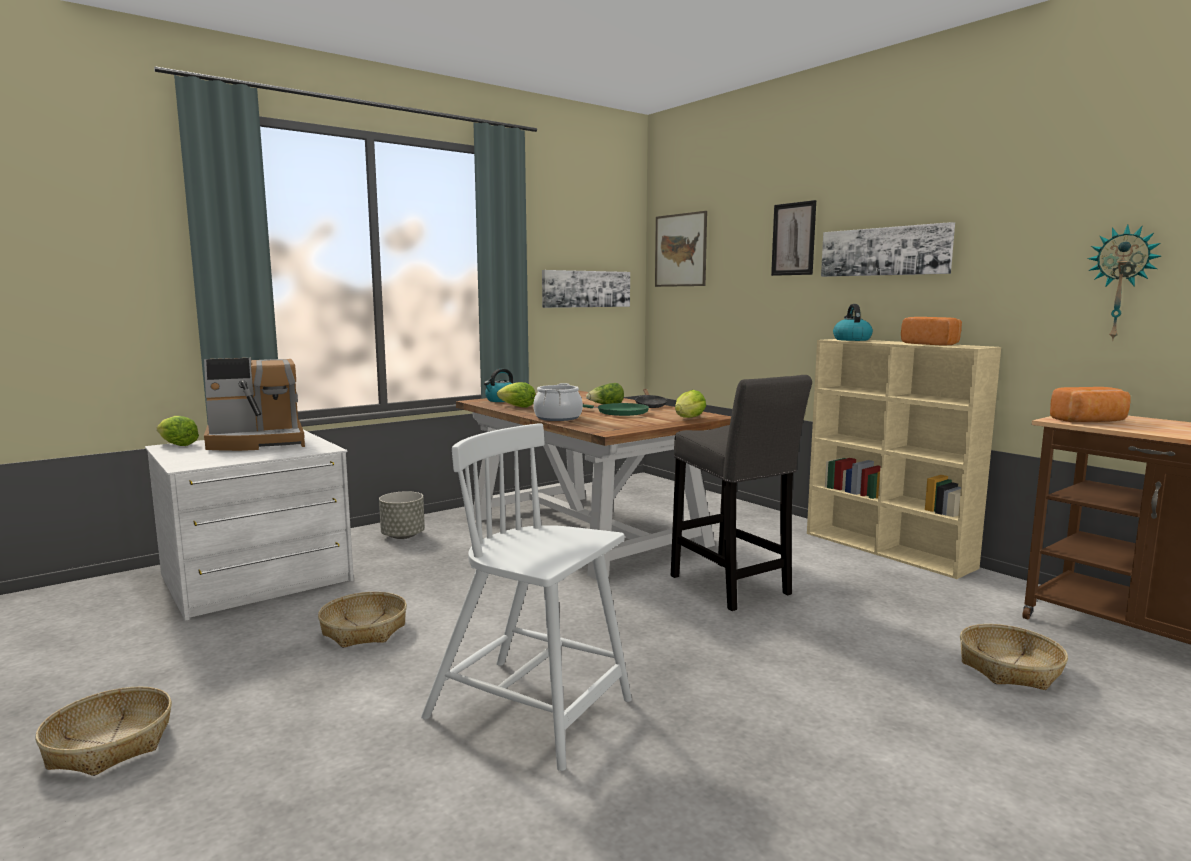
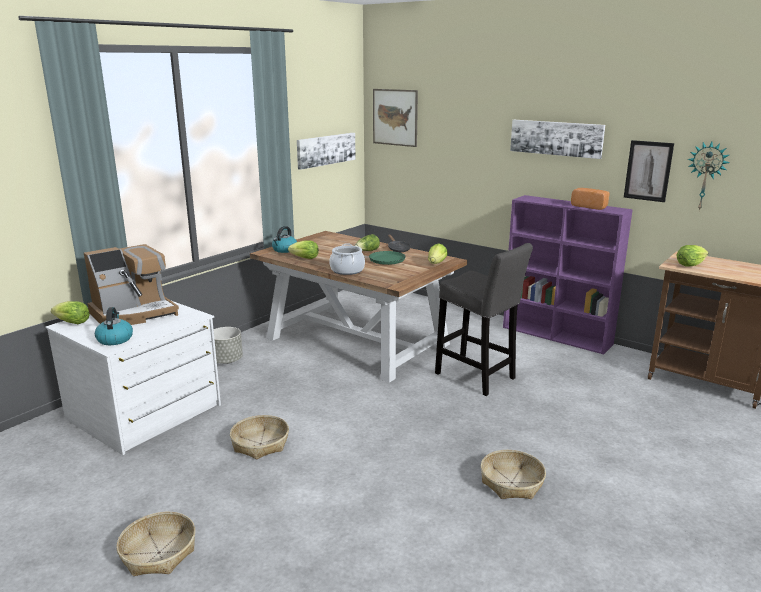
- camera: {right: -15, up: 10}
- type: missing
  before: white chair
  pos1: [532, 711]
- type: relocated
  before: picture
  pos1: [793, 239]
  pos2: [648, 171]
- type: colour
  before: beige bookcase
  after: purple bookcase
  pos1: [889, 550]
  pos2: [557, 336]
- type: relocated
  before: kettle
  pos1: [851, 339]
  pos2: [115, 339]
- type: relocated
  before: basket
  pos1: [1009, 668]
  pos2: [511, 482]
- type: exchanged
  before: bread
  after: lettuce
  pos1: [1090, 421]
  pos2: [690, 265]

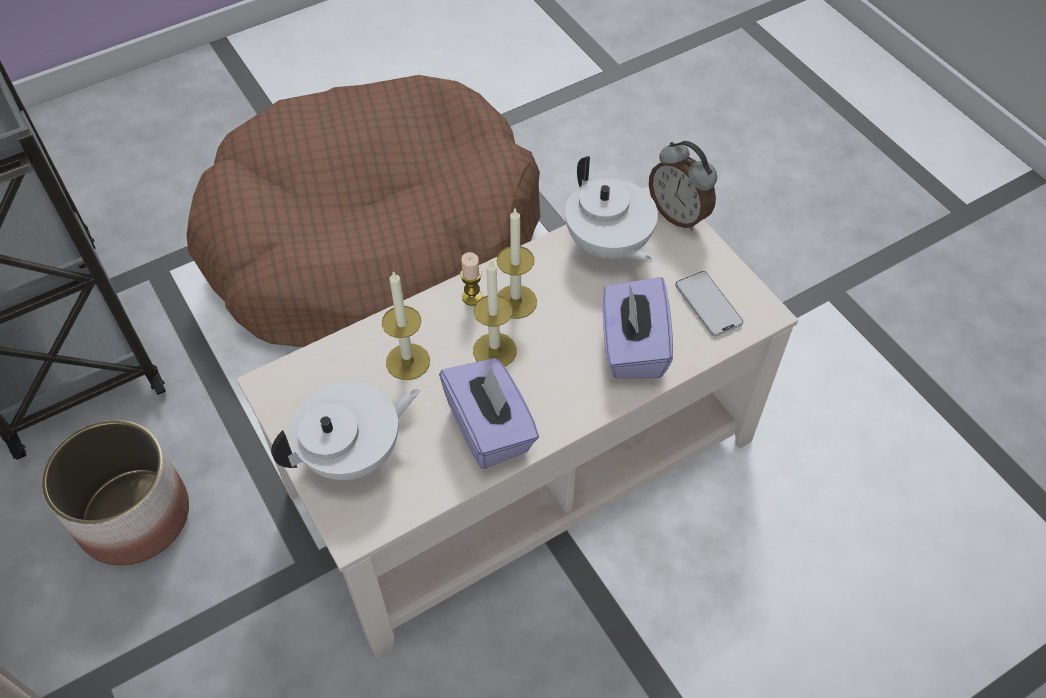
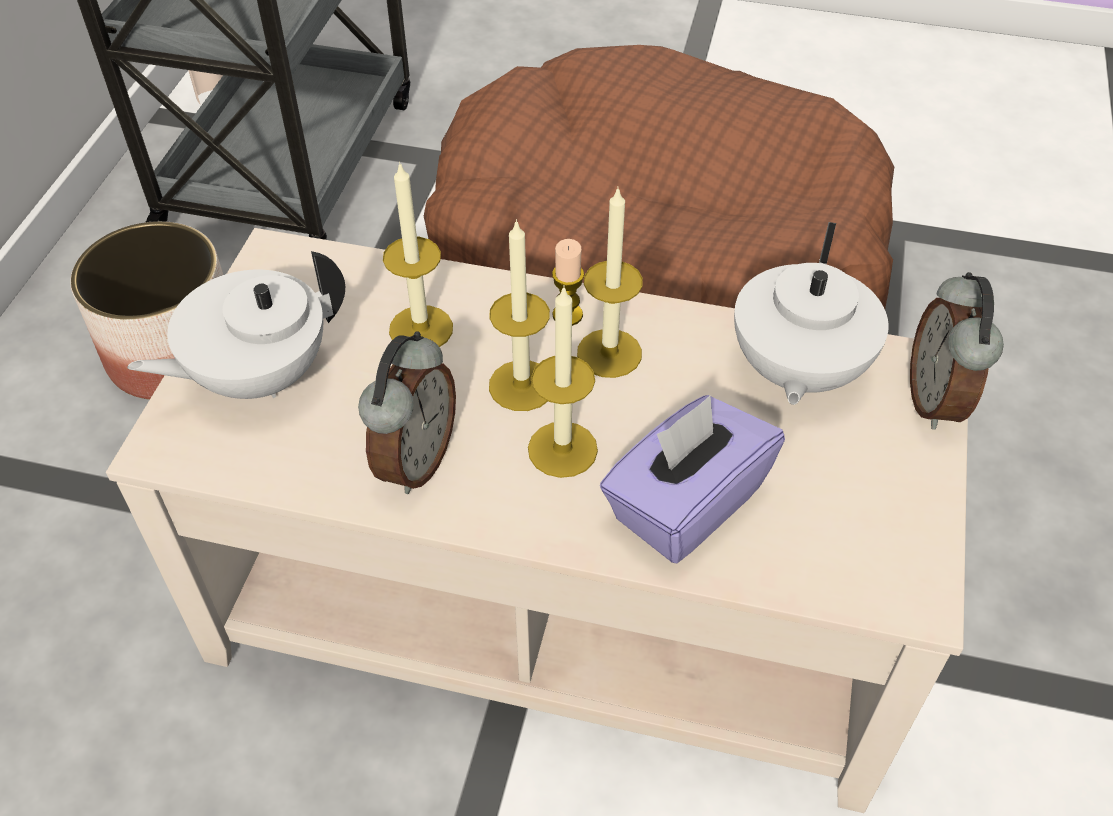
- camera: {right: 45, up: -5}
- type: spun
  before: white teapot
  pos1: [354, 454]
  pos2: [258, 375]
  turn: 135
- type: exchanged
  before: purple tissue box
  after: alarm clock
  pos1: [490, 428]
  pos2: [414, 460]
- type: missing
  before: phone
  pos1: [708, 304]
- type: appeared
  after: candle
  pos2: [562, 449]

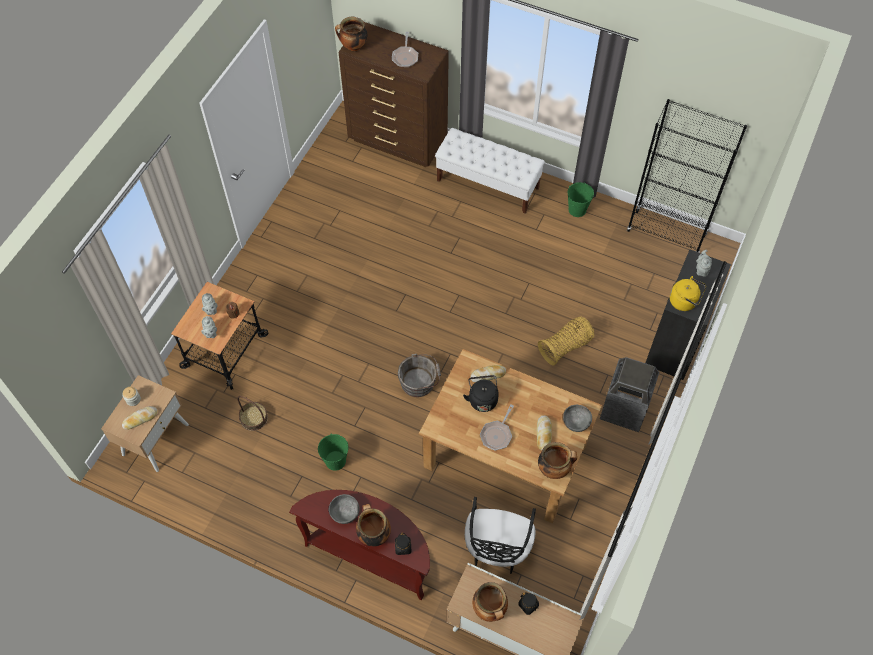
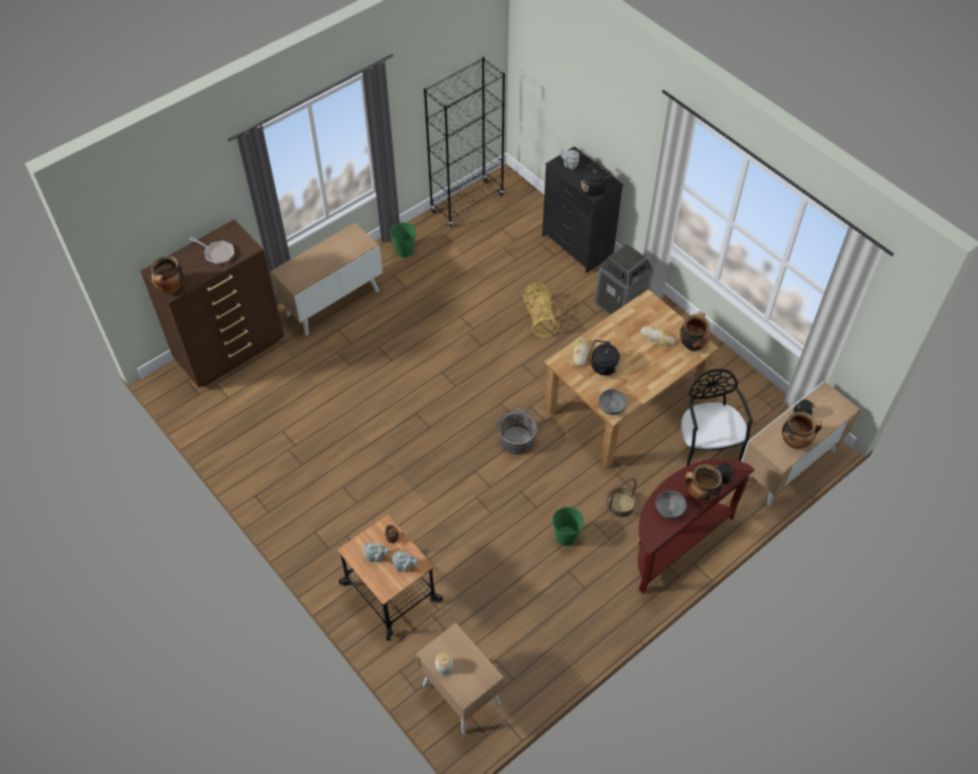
- camera: {right: -65, up: -5}
- type: missing
  before: bread
  pos1: [140, 419]
- type: relocated
  before: basket
  pos1: [254, 418]
  pos2: [620, 505]
- type: exchanged
  before: white bench
  after: cabinet
  pos1: [488, 184]
  pos2: [333, 302]
- type: spun
  before: black chair
  pos1: [496, 548]
  pos2: [708, 444]
  turn: -135
- type: missing
  before: frying pan
  pos1: [497, 434]
- type: relocated
  before: grey bowl
  pos1: [576, 422]
  pos2: [611, 407]
- type: colour
  before: yellow kettle
  after: black kettle
  pos1: [684, 301]
  pos2: [594, 187]

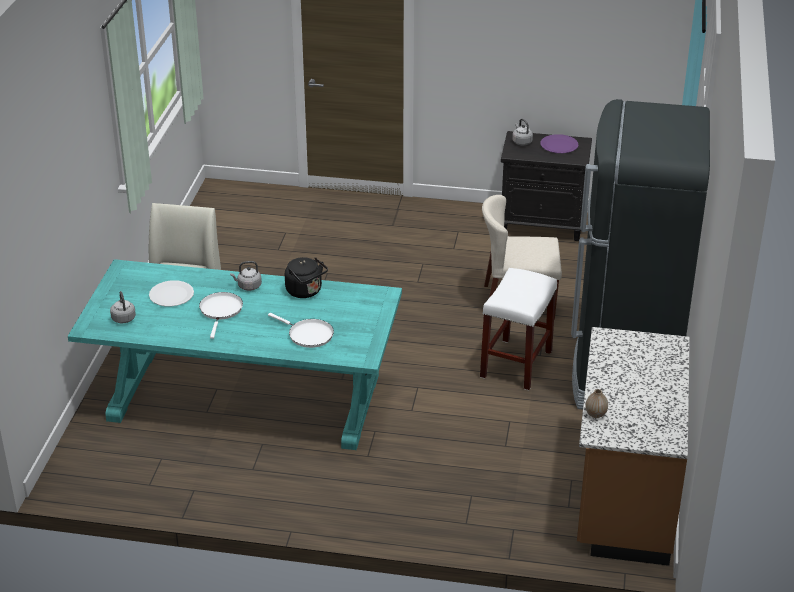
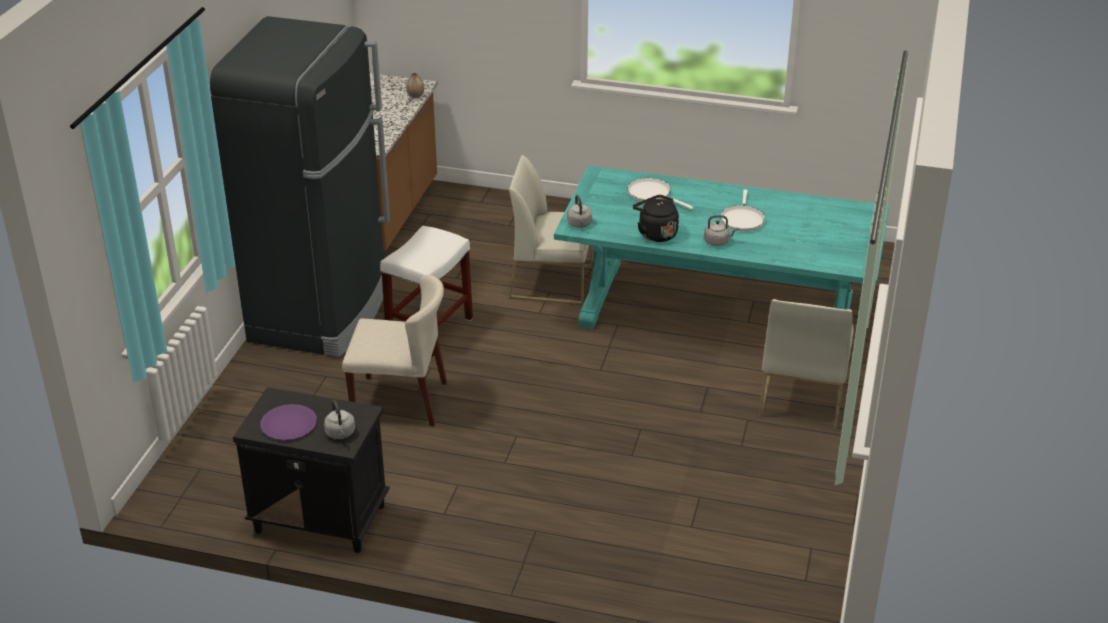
- camera: {right: -175, up: 0}
- type: relocated
  before: grey kettle
  pos1: [123, 318]
  pos2: [579, 224]
- type: missing
  before: white plate
  pos1: [171, 295]
- type: appeared
  after: white chair
  pos2: [552, 282]

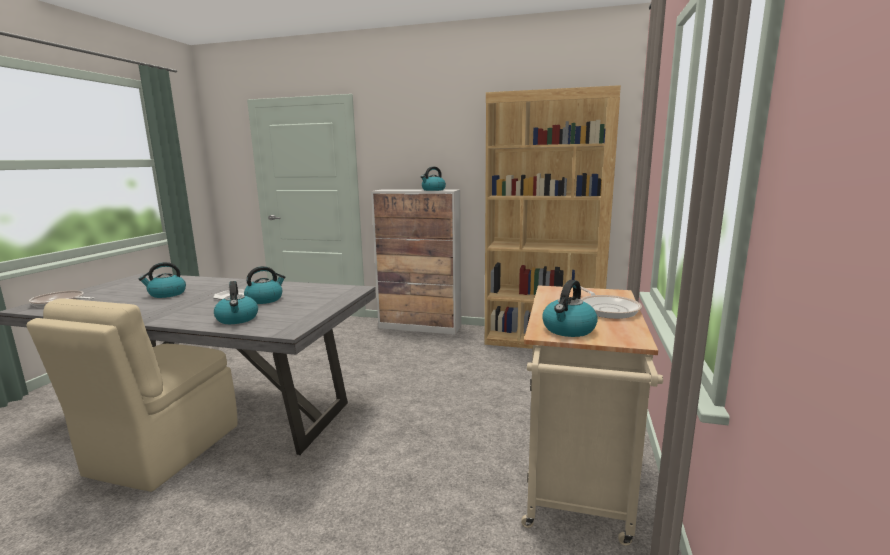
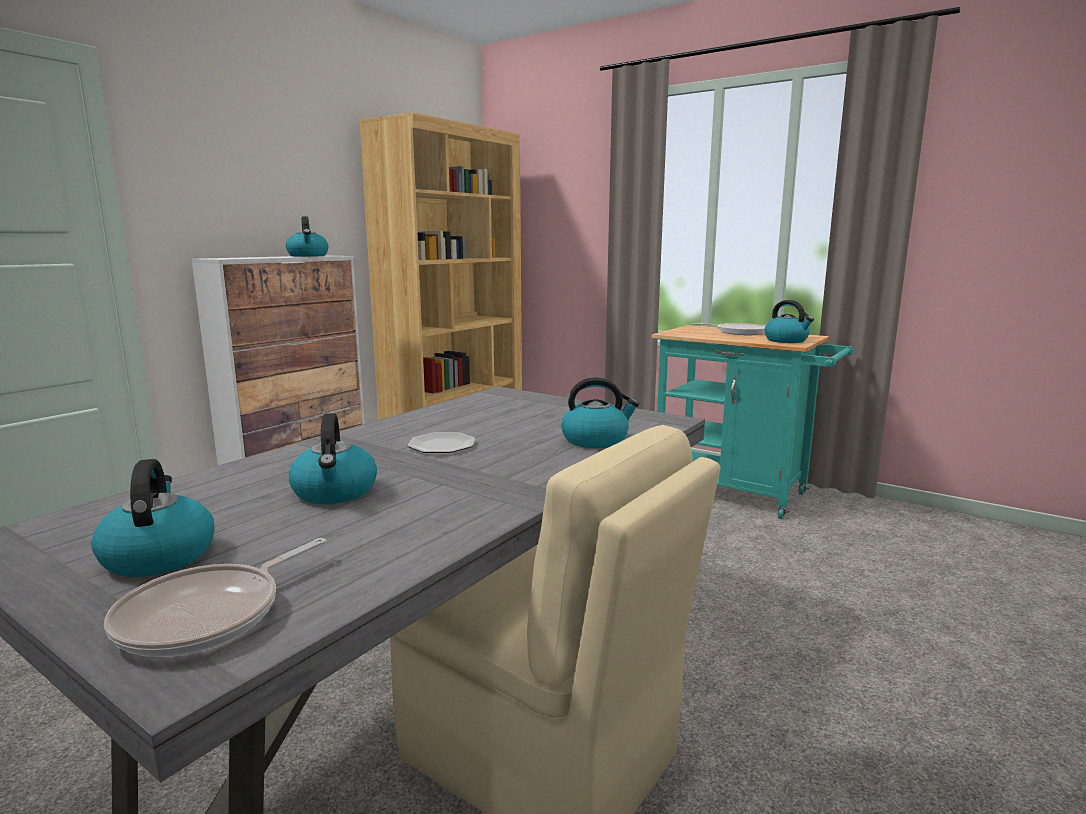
- camera: {right: -70, up: 0}
- type: relocated
  before: kettle
  pos1: [265, 299]
  pos2: [158, 556]
- type: colour
  before: beige cart
  after: turquoise cart
  pos1: [576, 489]
  pos2: [739, 493]

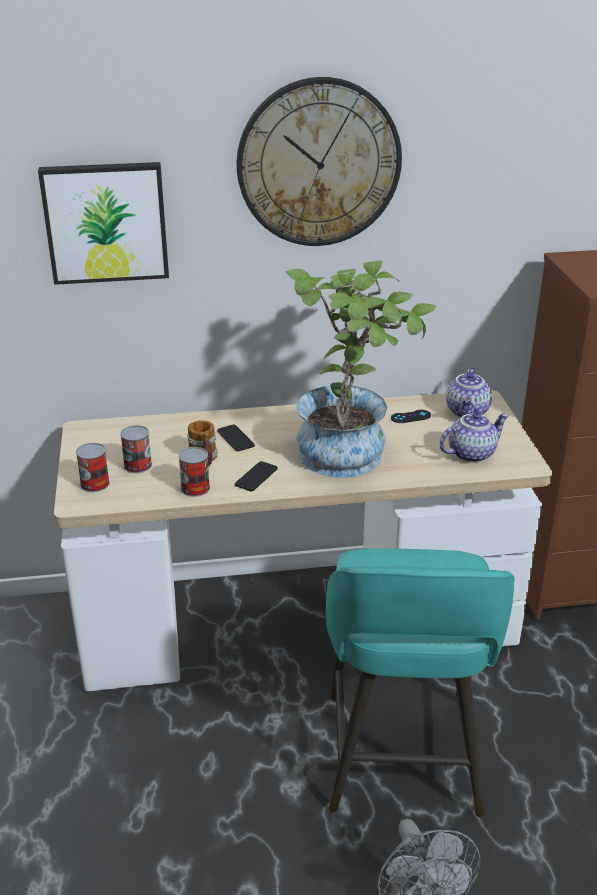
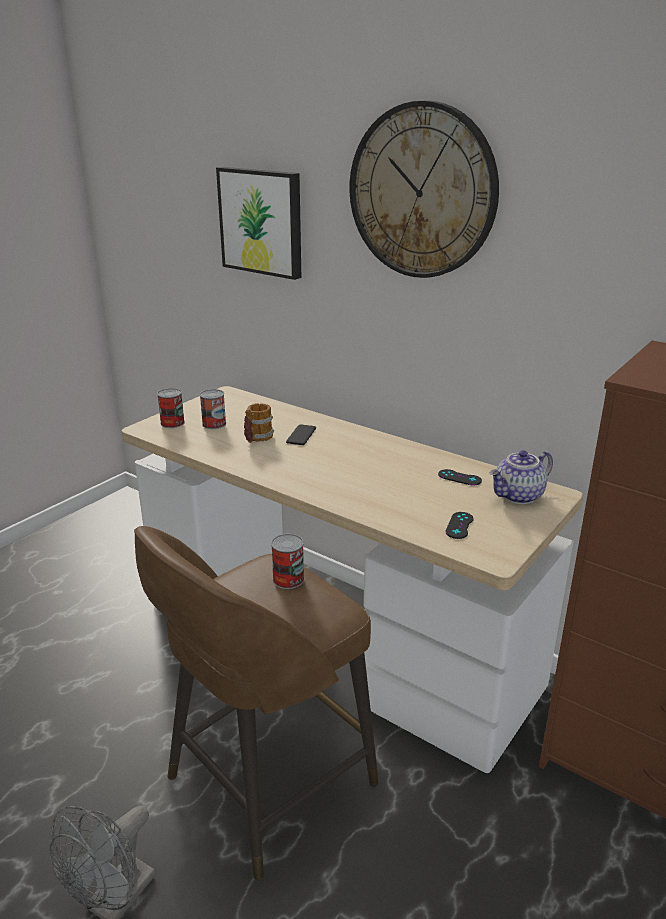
- camera: {right: 45, up: -5}
- type: relocated
  before: can
  pos1: [195, 488]
  pos2: [288, 579]
- type: missing
  before: phone
  pos1: [256, 477]
- type: missing
  before: potted plant
  pos1: [352, 451]
- type: colour
  before: turquoise stool
  after: brown stool
  pos1: [402, 758]
  pos2: [266, 783]
- type: exchanged
  before: teapot
  after: black game controller
  pos1: [471, 453]
  pos2: [459, 525]

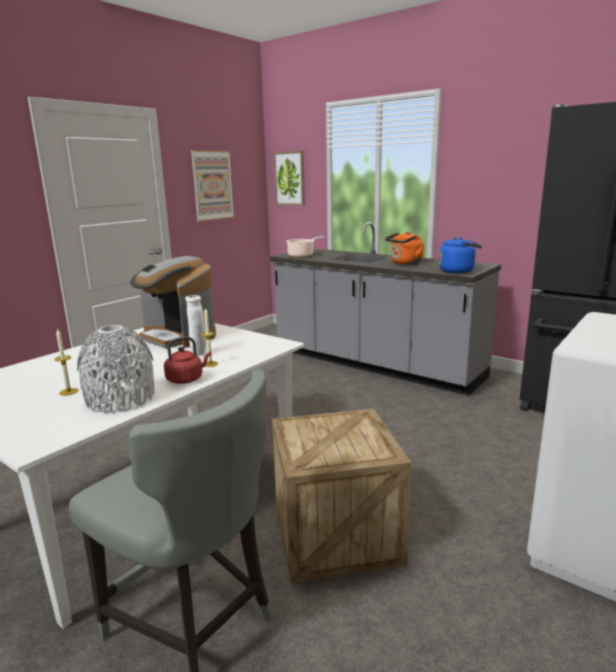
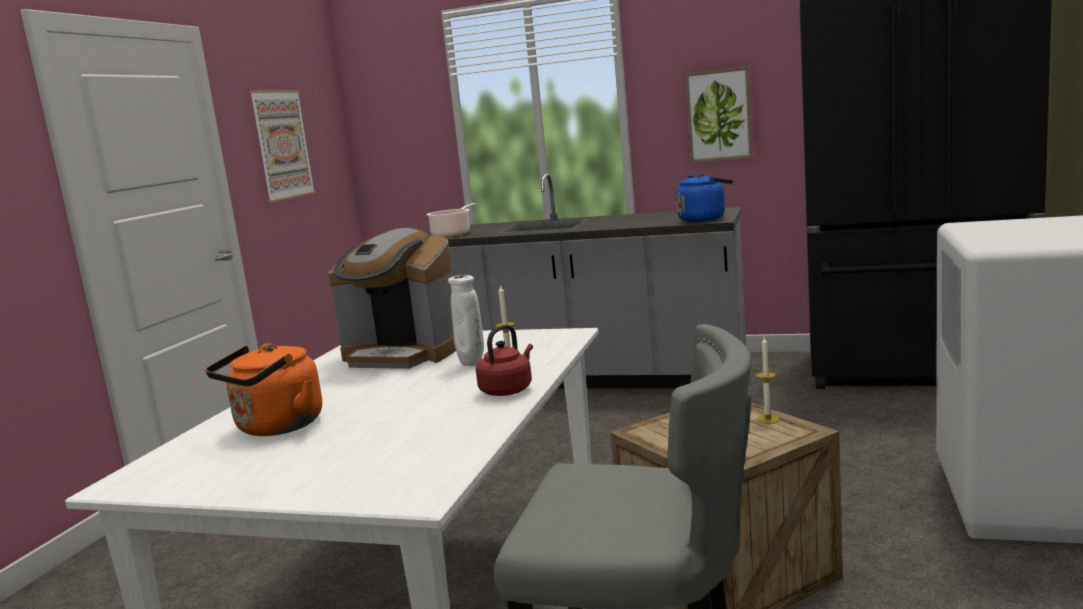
- camera: {right: -20, up: -5}
- type: relocated
  before: candle
  pos1: [68, 392]
  pos2: [767, 419]
- type: missing
  before: grey vase
  pos1: [121, 398]
- type: relocated
  before: picture
  pos1: [290, 178]
  pos2: [719, 115]
- type: relocated
  before: orange kettle
  pos1: [405, 263]
  pos2: [276, 428]

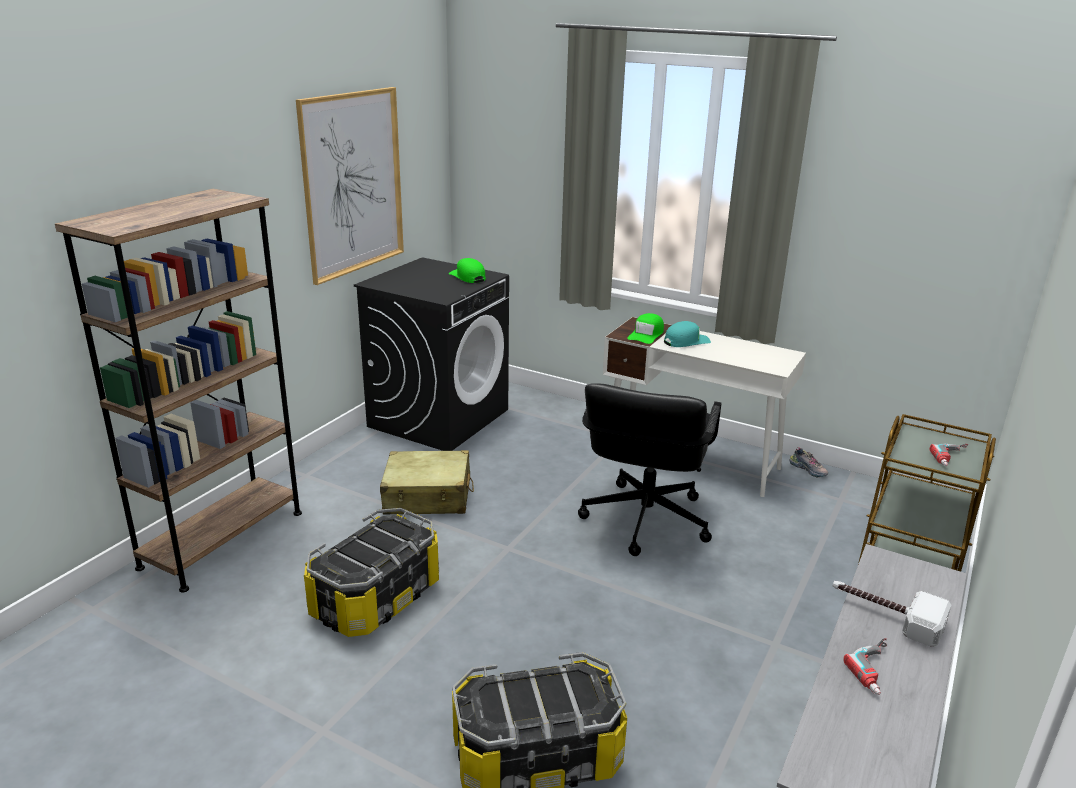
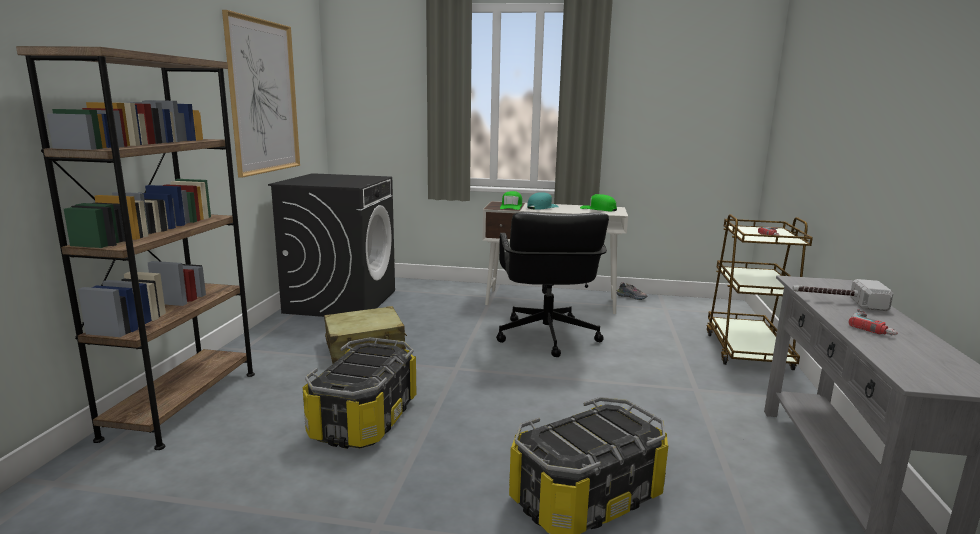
- camera: {right: -20, up: -10}
- type: relocated
  before: green cap
  pos1: [467, 277]
  pos2: [598, 209]

